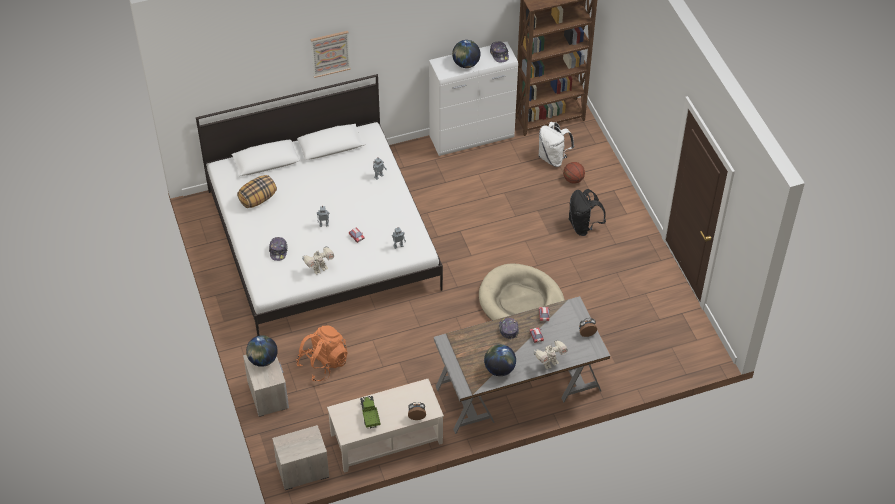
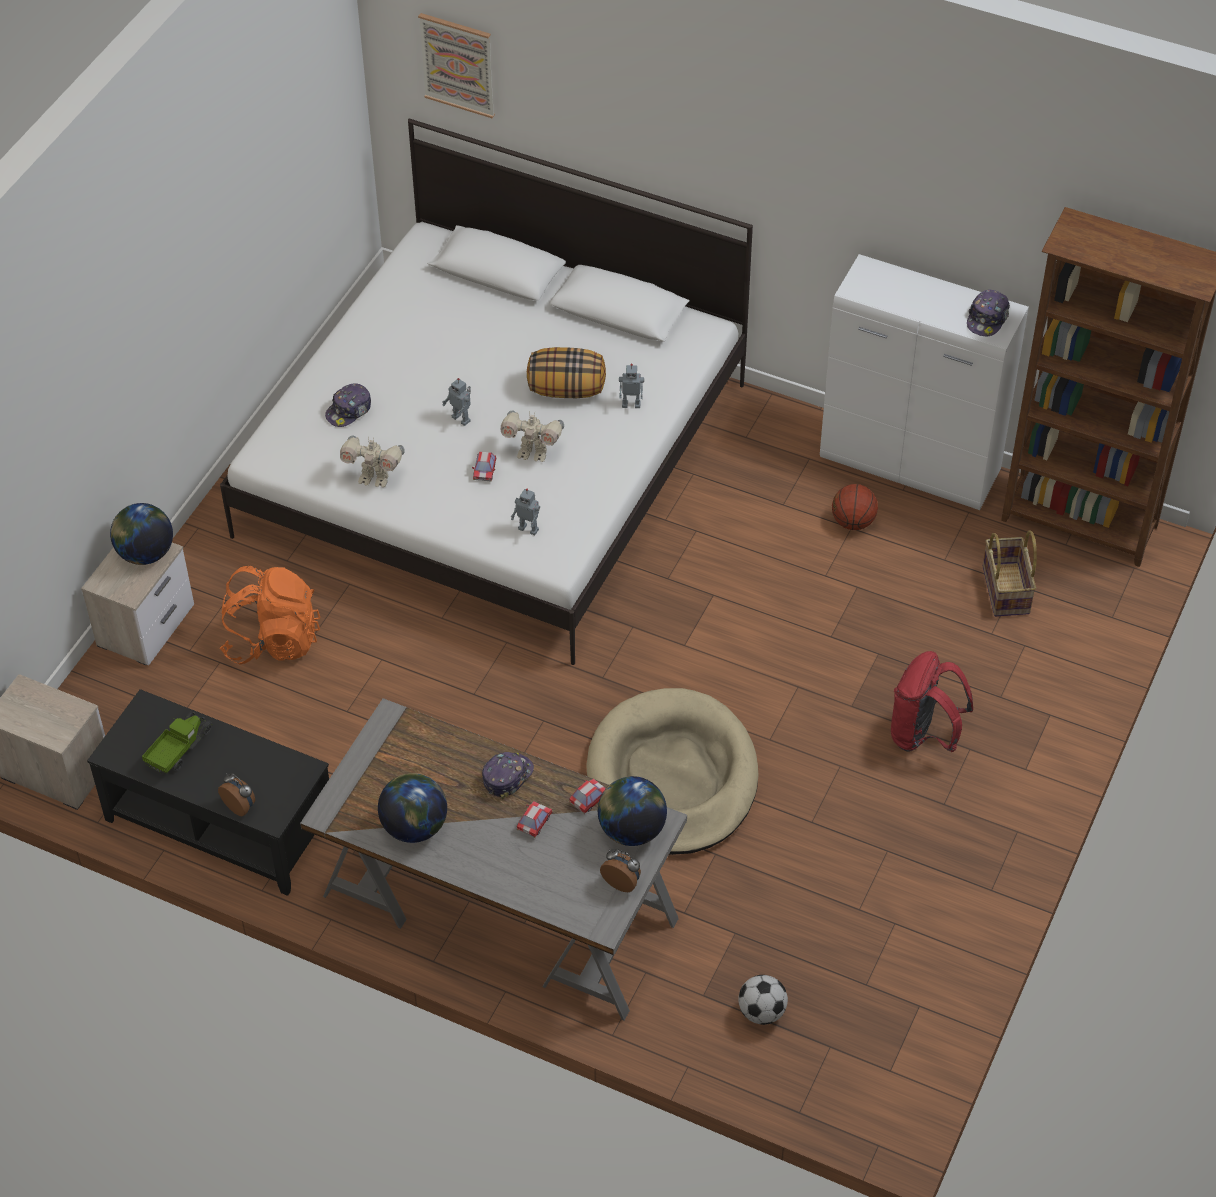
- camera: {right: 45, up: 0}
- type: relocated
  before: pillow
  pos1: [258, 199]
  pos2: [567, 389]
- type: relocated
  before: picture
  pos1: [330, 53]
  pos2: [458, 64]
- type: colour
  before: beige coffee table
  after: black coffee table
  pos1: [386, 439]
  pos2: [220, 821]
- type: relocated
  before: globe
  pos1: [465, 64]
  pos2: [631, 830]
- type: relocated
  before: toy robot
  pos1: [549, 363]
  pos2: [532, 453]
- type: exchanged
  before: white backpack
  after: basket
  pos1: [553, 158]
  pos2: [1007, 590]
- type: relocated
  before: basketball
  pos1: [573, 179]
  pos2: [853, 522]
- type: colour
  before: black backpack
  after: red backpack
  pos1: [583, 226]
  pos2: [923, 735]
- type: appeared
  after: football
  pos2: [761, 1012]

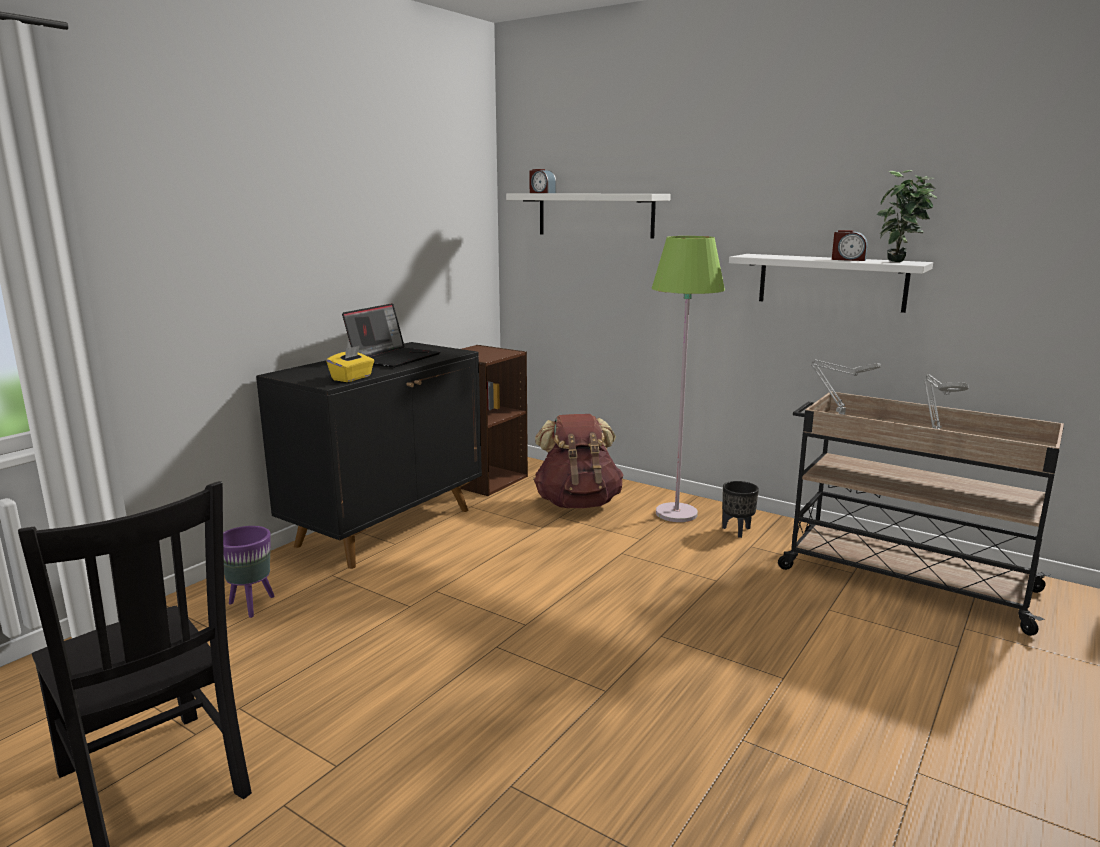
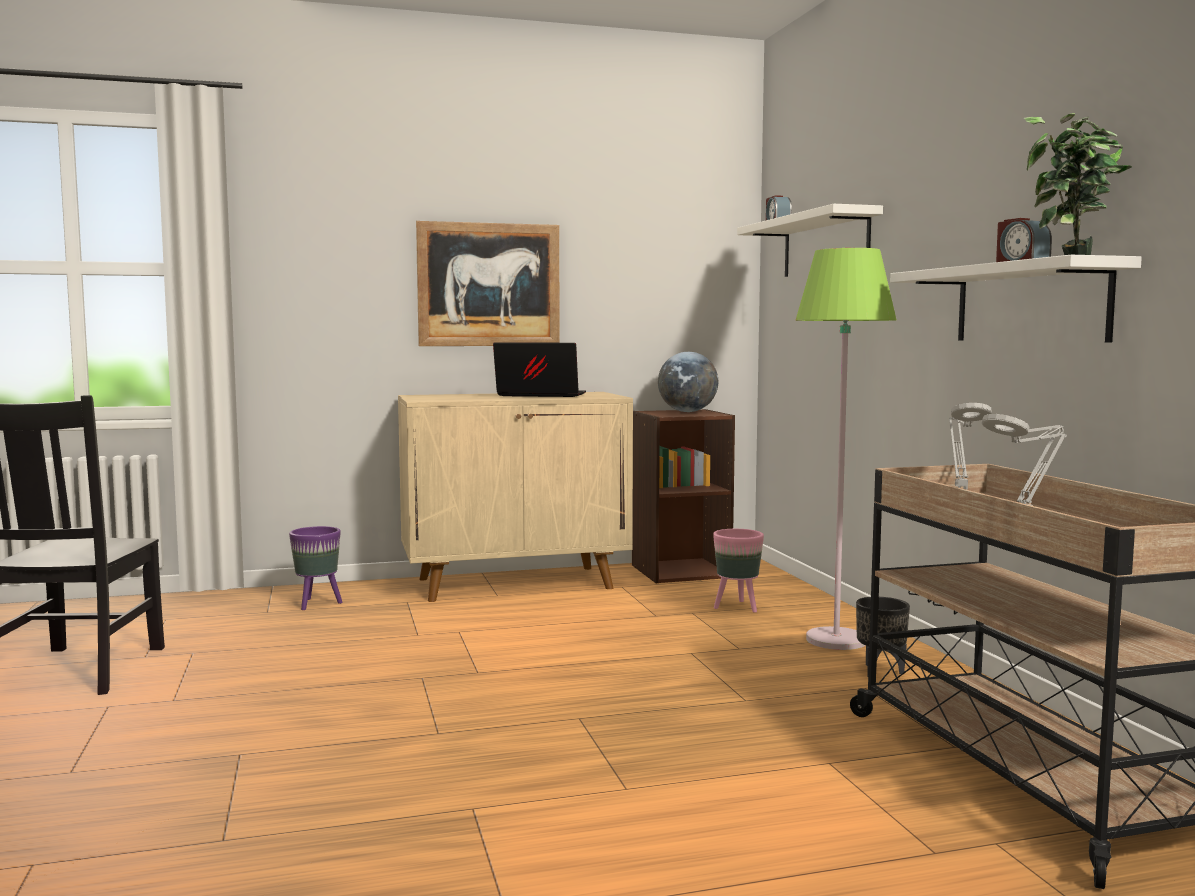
- camera: {right: 40, up: -10}
- type: colour
  before: black cabinet
  after: beige cabinet
  pos1: [387, 526]
  pos2: [516, 583]
- type: missing
  before: yellow tissue box
  pos1: [352, 378]
- type: spun
  before: laptop
  pos1: [394, 358]
  pos2: [539, 395]
  turn: -150
- type: exchanged
  before: brown backpack
  after: pink planter
  pos1: [577, 503]
  pos2: [737, 607]
- type: appeared
  after: picture
  pos2: [489, 285]
- type: appeared
  after: globe
  pos2: [687, 412]

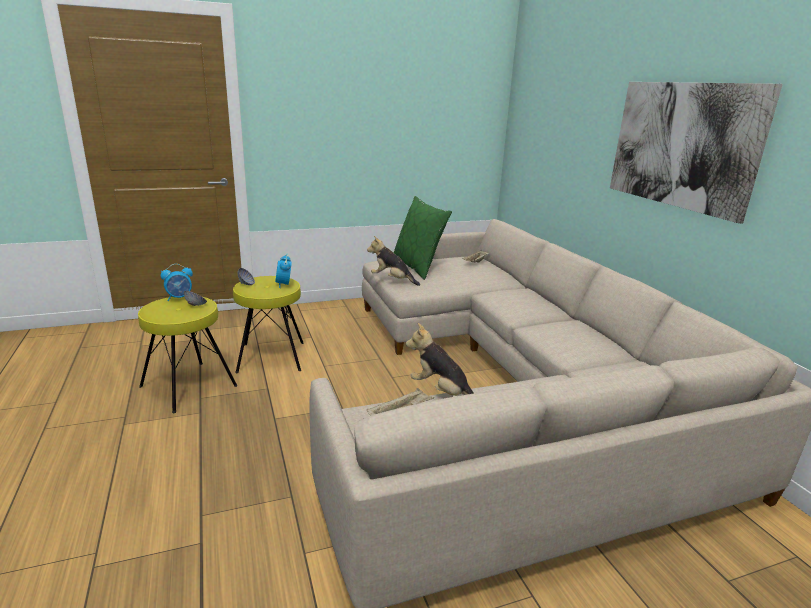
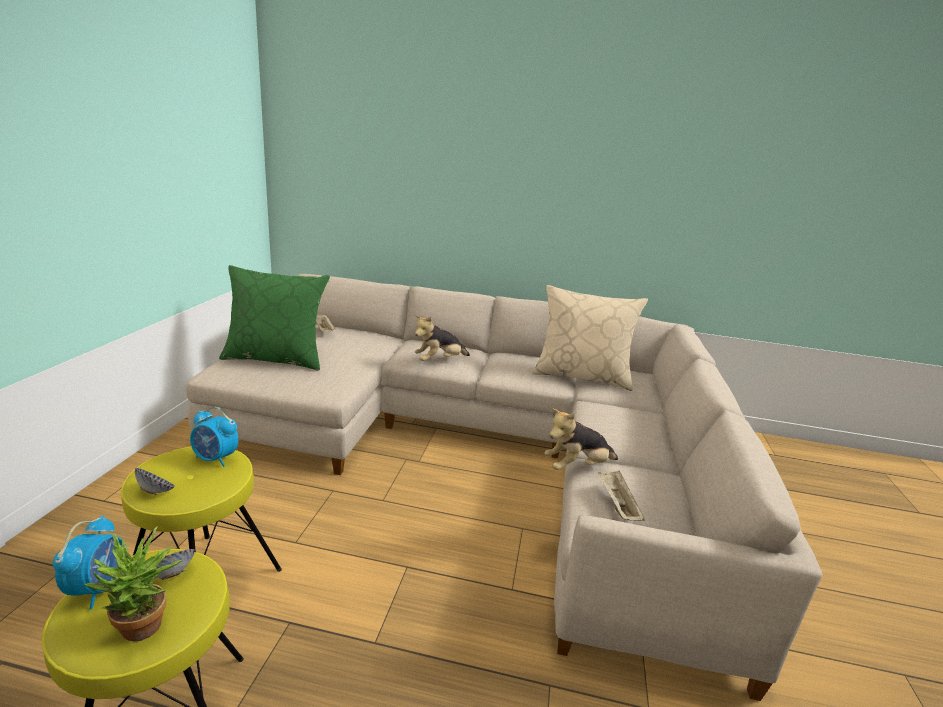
- camera: {right: -60, up: 0}
- type: relocated
  before: plush toy
  pos1: [392, 280]
  pos2: [439, 361]
- type: missing
  before: picture
  pos1: [682, 145]
- type: appeared
  after: potted plant
  pos2: [145, 631]
- type: appeared
  after: beige pillow
  pos2: [582, 376]

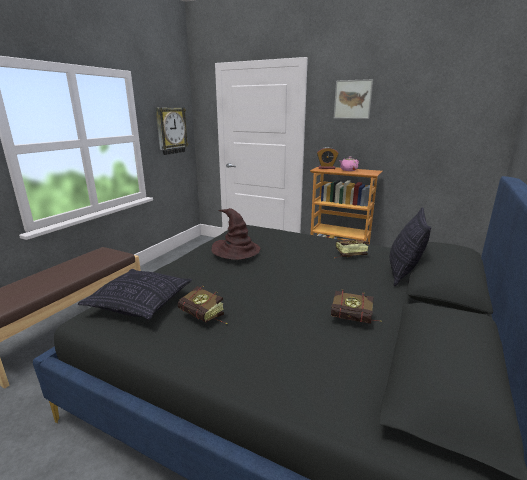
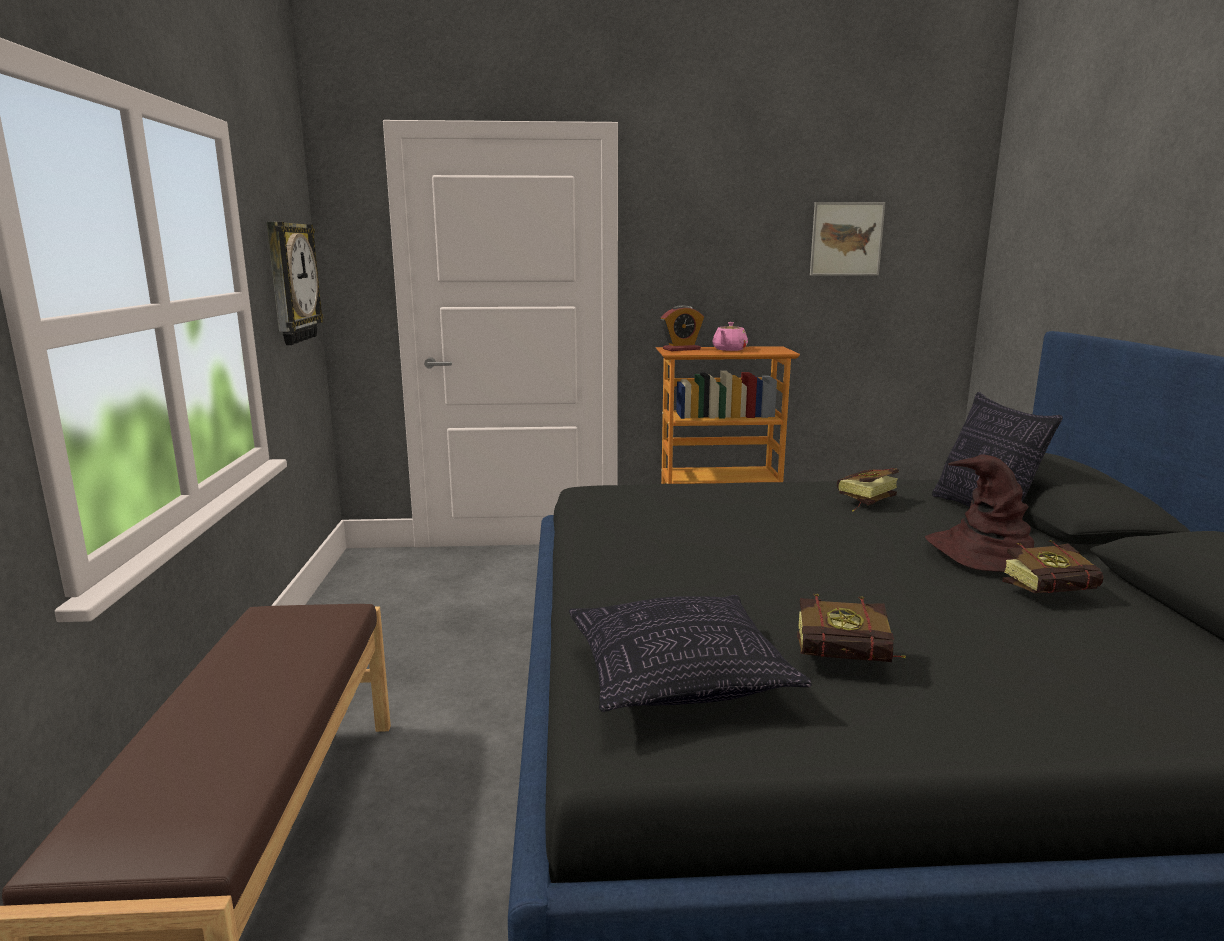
- camera: {right: -30, up: -5}
- type: relocated
  before: brown hat
  pos1: [236, 251]
  pos2: [983, 554]
- type: relocated
  before: picture
  pos1: [352, 99]
  pos2: [846, 239]

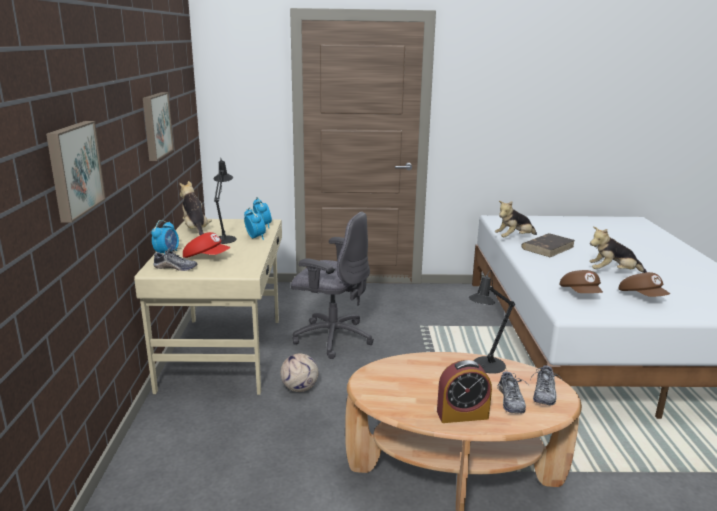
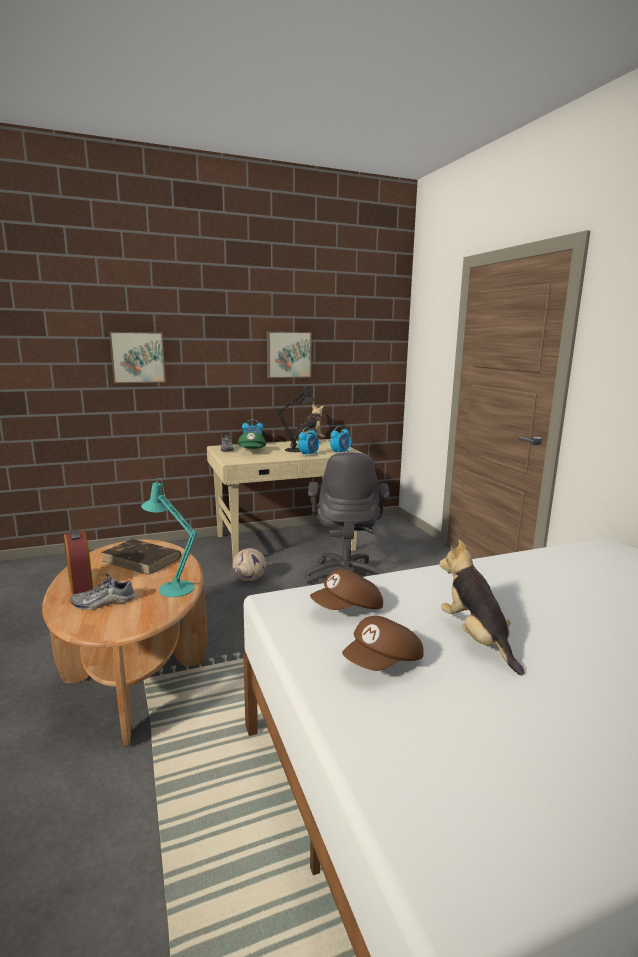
- camera: {right: 70, up: -5}
- type: colour
  before: red cap
  after: green cap
  pos1: [206, 257]
  pos2: [252, 451]
- type: colour
  before: black table lamp
  after: turquoise table lamp
  pos1: [485, 366]
  pos2: [172, 587]
- type: missing
  before: plush toy
  pos1: [514, 238]
- type: relocated
  before: brown book
  pos1: [548, 247]
  pos2: [142, 560]
- type: missing
  before: shoe
  pos1: [544, 393]

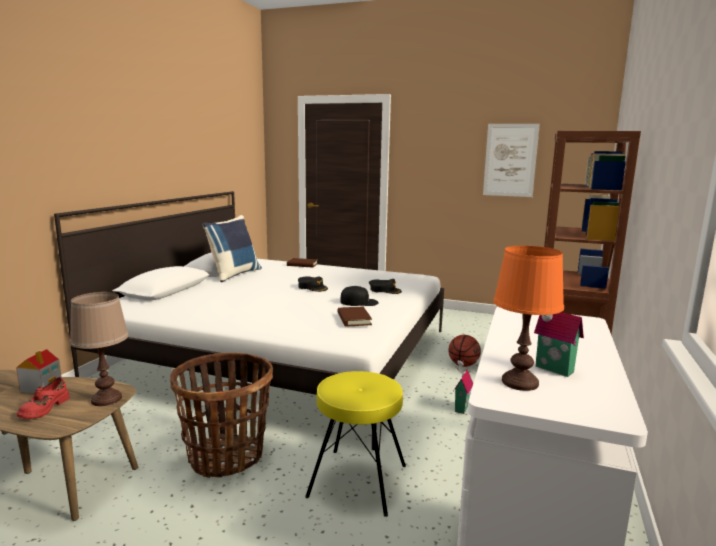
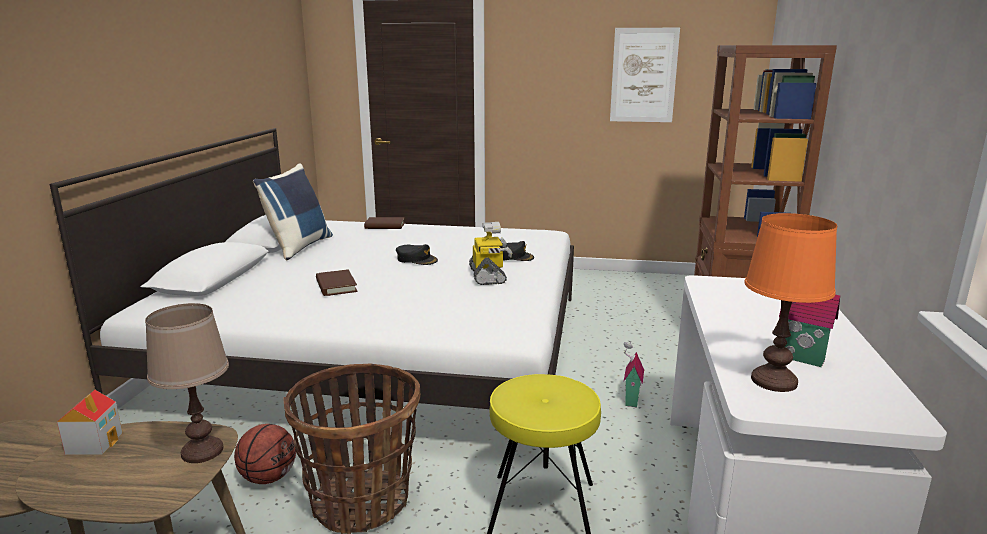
- camera: {right: -10, up: 5}
- type: missing
  before: red shoe
  pos1: [44, 408]
- type: relocated
  before: brown book
  pos1: [354, 319]
  pos2: [336, 286]
- type: exchanged
  before: black cap
  after: toy robot
  pos1: [359, 302]
  pos2: [488, 276]
- type: relocated
  before: basketball
  pos1: [463, 365]
  pos2: [269, 477]

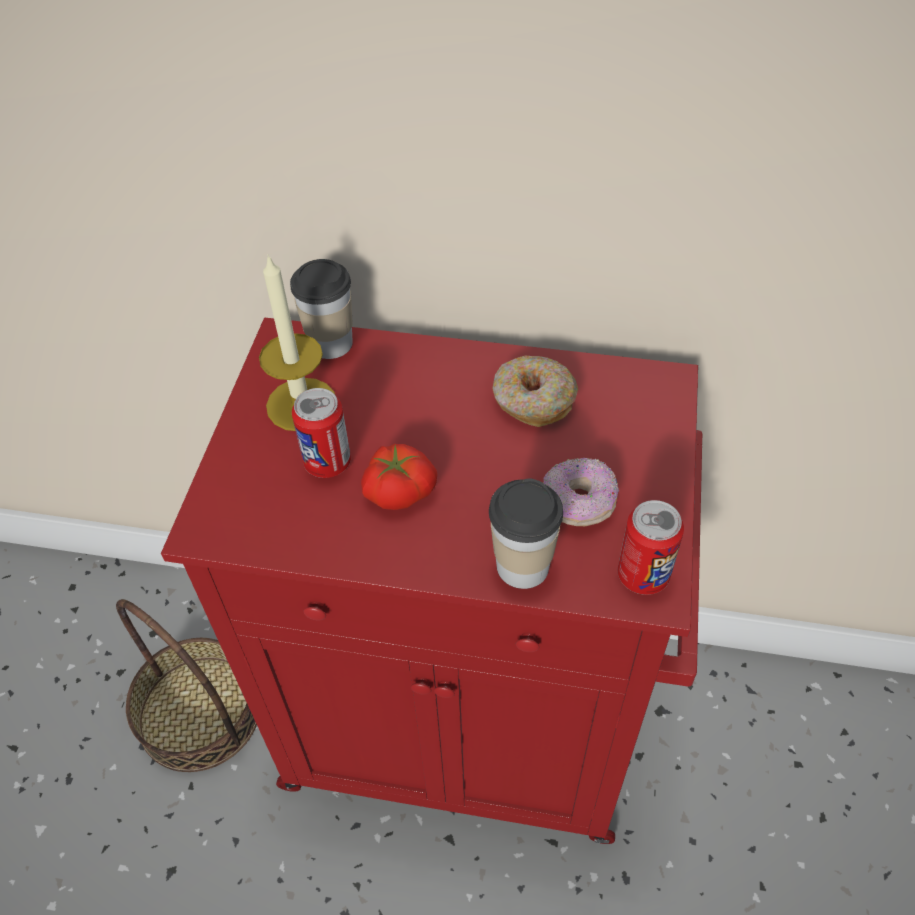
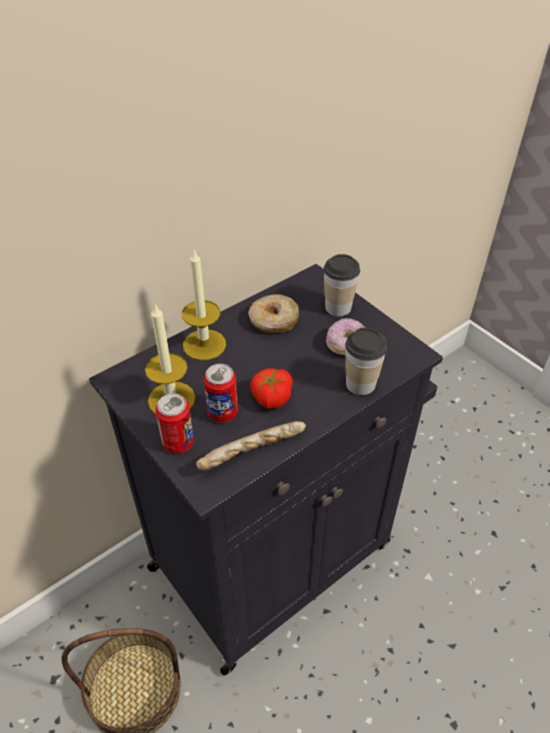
- camera: {right: -50, up: -5}
- type: colour
  before: red cabinet
  after: black cabinet
  pos1: [468, 719]
  pos2: [274, 553]
- type: relocated
  before: cup
  pos1: [331, 343]
  pos2: [338, 307]
- type: relocated
  before: can
  pos1: [643, 575]
  pos2: [178, 442]
- type: appeared
  after: candle
  pos2: [204, 345]
- type: appeared
  after: bread
  pos2: [253, 453]

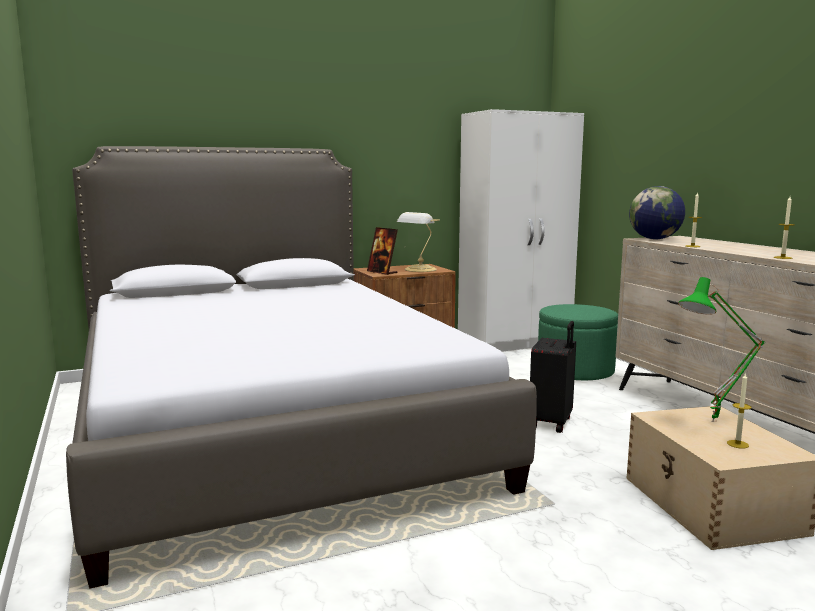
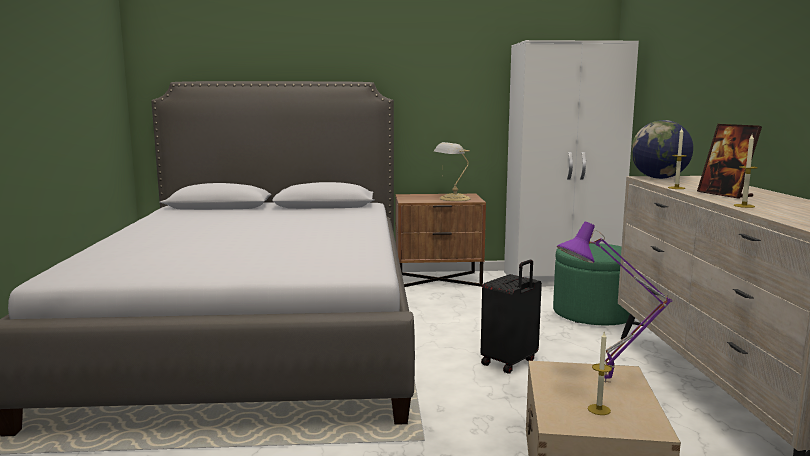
- camera: {right: 20, up: 0}
- type: relocated
  before: picture frame
  pos1: [382, 272]
  pos2: [725, 194]
- type: colour
  before: green table lamp
  after: purple table lamp
  pos1: [716, 422]
  pos2: [607, 383]

